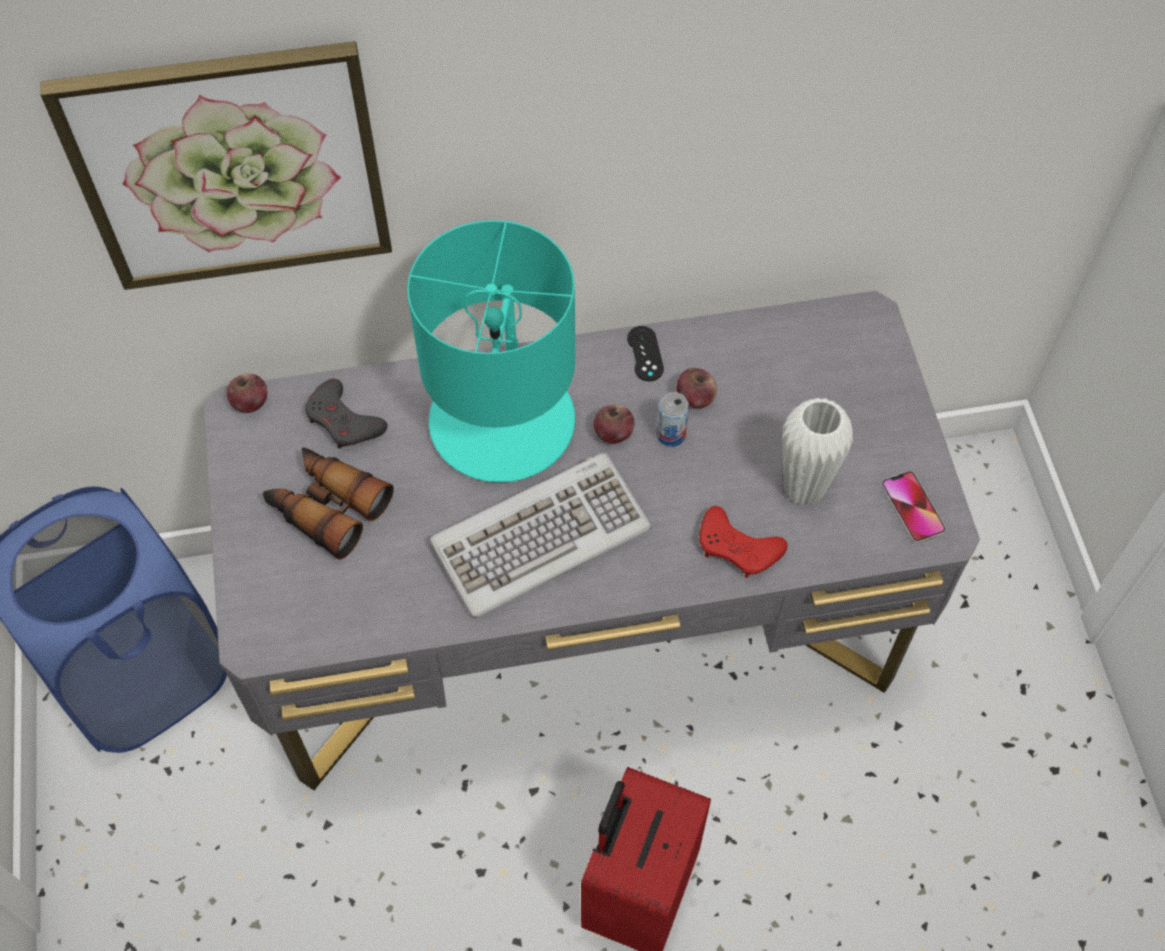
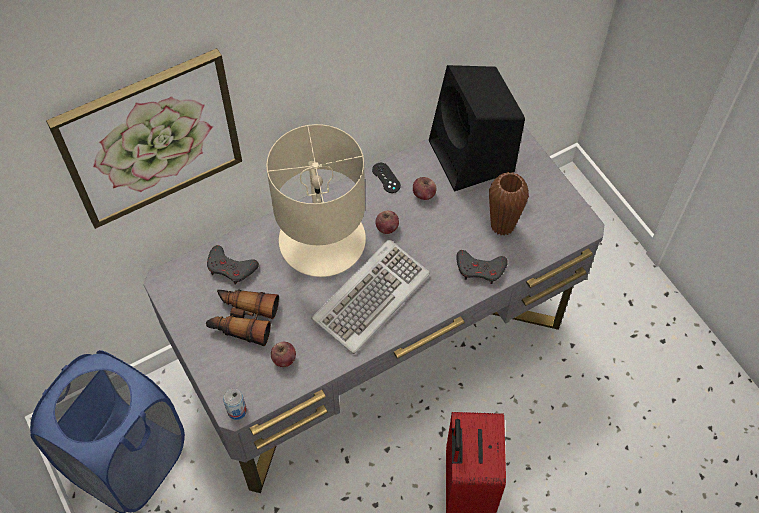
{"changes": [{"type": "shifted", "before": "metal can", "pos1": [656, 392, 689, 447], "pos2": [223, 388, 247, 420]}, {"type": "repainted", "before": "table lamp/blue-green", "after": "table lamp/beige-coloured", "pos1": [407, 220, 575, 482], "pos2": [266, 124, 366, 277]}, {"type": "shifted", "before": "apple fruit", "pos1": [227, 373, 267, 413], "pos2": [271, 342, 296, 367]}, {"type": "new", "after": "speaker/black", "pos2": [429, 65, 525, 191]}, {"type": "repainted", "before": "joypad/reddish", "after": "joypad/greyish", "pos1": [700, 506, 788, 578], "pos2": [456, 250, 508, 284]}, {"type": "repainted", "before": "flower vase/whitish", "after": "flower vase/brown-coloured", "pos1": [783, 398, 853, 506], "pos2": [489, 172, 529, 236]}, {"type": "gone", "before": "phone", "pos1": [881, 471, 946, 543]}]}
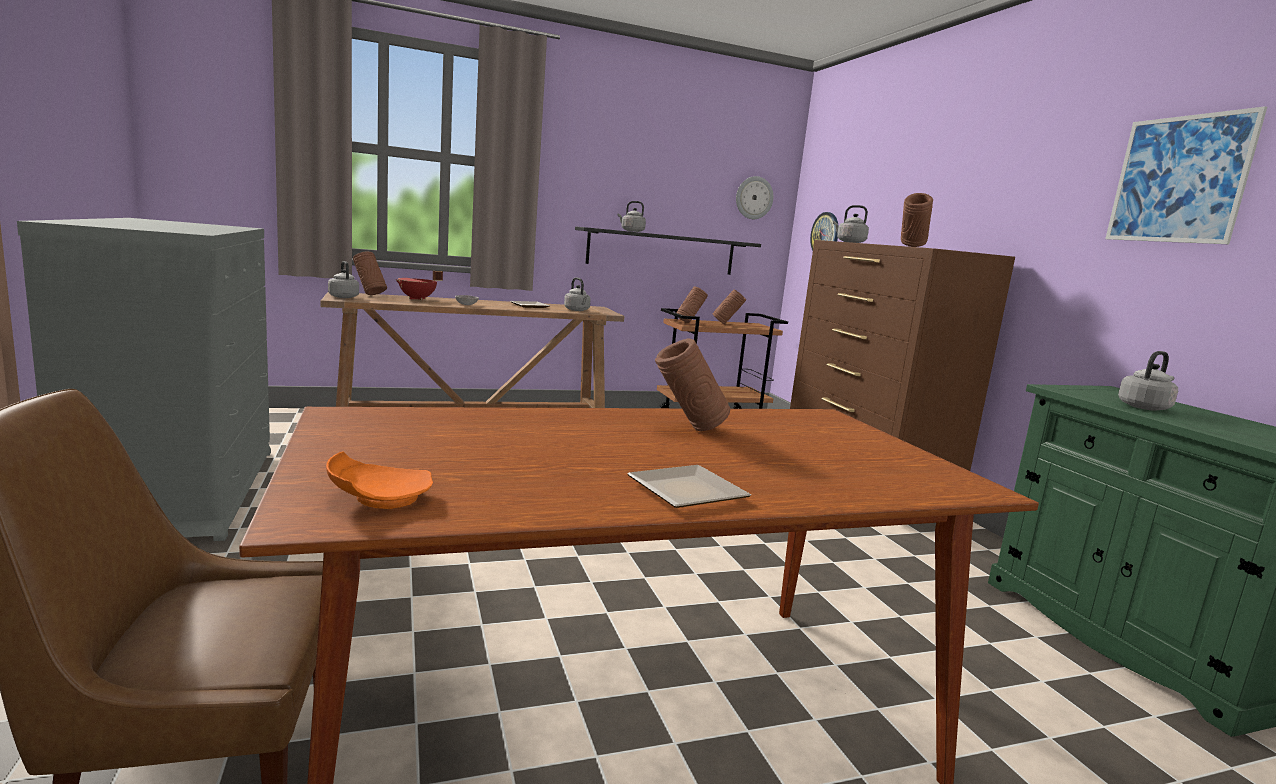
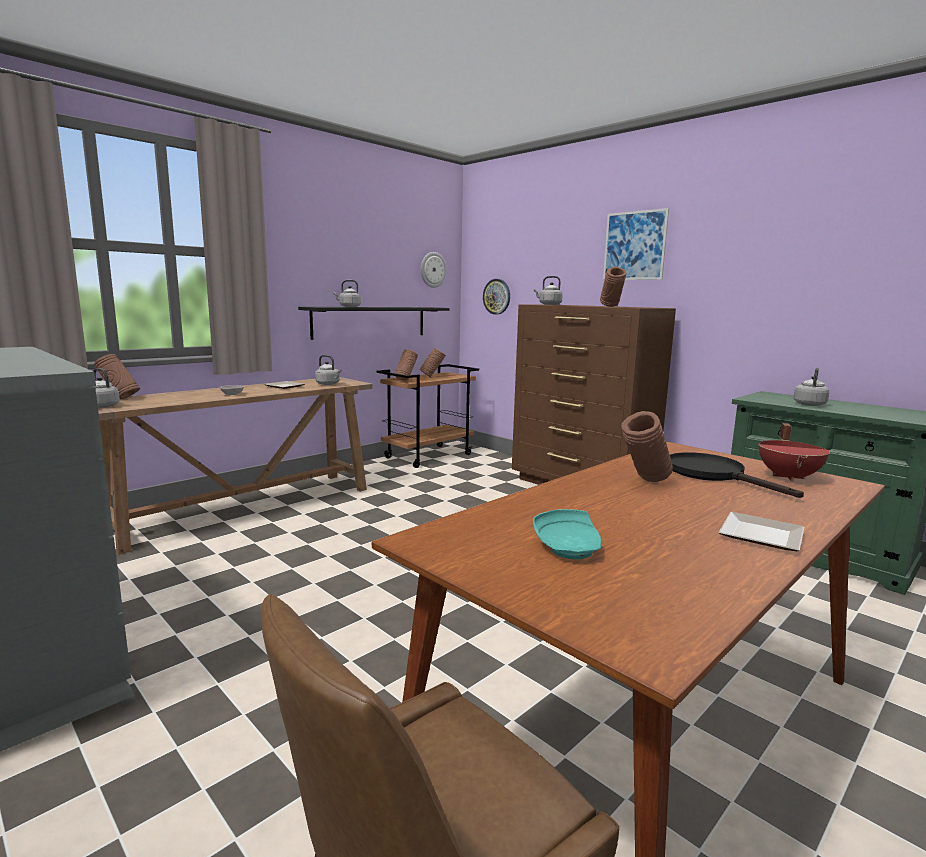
{"changes": [{"type": "new", "after": "dinner plate/blue-green", "pos2": [533, 509, 601, 559]}, {"type": "shifted", "before": "wall picture", "pos1": [1105, 106, 1267, 244], "pos2": [603, 208, 669, 280]}, {"type": "new", "after": "frying pan/black", "pos2": [670, 452, 804, 498]}, {"type": "shifted", "before": "stockpot/reddish", "pos1": [396, 271, 443, 300], "pos2": [759, 423, 830, 482]}, {"type": "gone", "before": "dinner plate/orange-coloured", "pos1": [326, 451, 433, 509]}]}
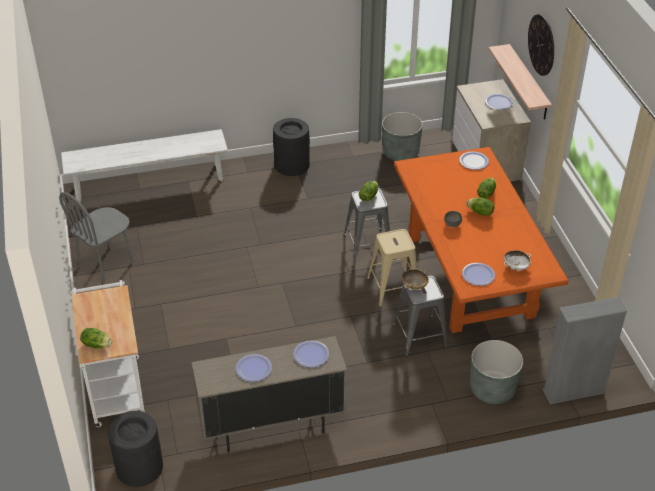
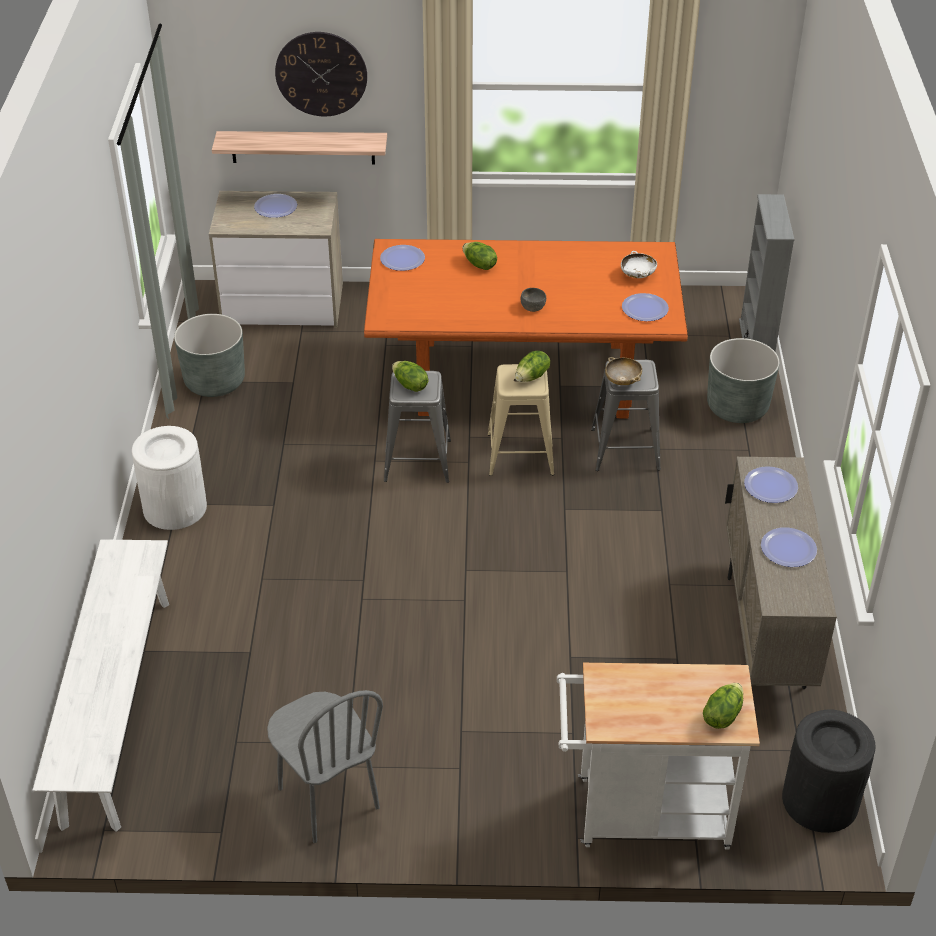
{"changes": [{"type": "repainted", "before": "waste bin/black", "after": "waste bin/whitish", "pos1": [273, 118, 310, 176], "pos2": [132, 426, 207, 530]}, {"type": "shifted", "before": "lettuce", "pos1": [467, 198, 494, 216], "pos2": [515, 351, 550, 382]}]}
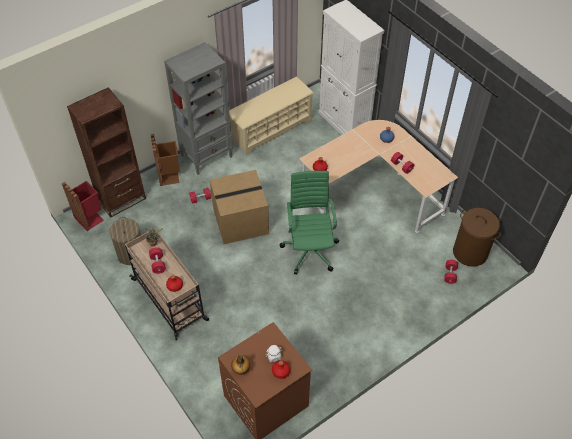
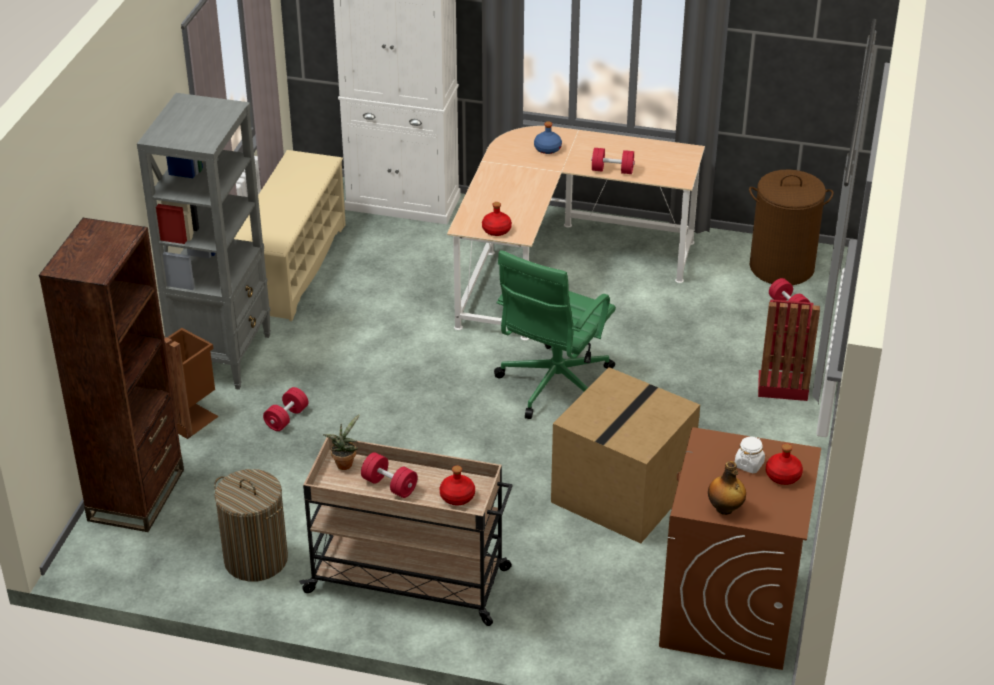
{"changes": [{"type": "rotated", "before": "computer chair/green-coloured", "pos1": [280, 171, 339, 274], "pos2": [494, 250, 616, 419], "turn": -105}, {"type": "shifted", "before": "cardboard box", "pos1": [210, 170, 269, 244], "pos2": [551, 367, 700, 543]}, {"type": "shifted", "before": "waste bin/reddish", "pos1": [62, 181, 104, 231], "pos2": [758, 299, 820, 401]}]}
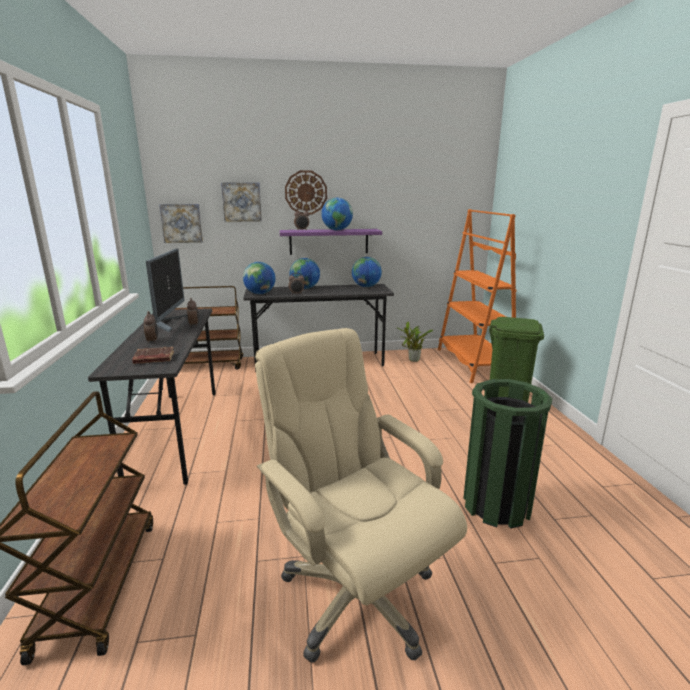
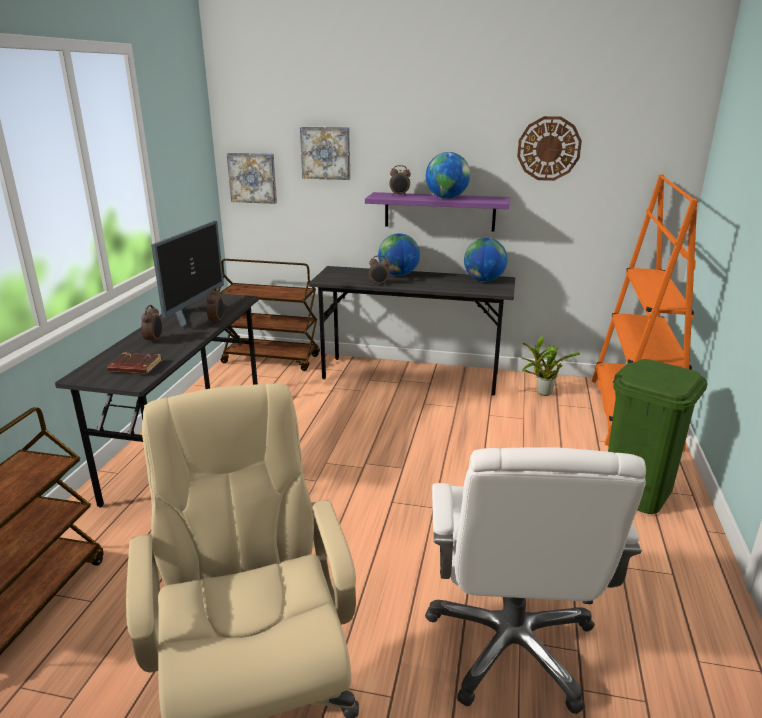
{"changes": [{"type": "swapped", "before": "waste bin/green-coloured", "after": "computer chair/whitish", "pos1": [463, 379, 553, 529], "pos2": [425, 447, 646, 714]}, {"type": "shifted", "before": "hanging clock", "pos1": [285, 170, 327, 215], "pos2": [517, 116, 582, 181]}, {"type": "gone", "before": "globe", "pos1": [243, 262, 275, 294]}]}
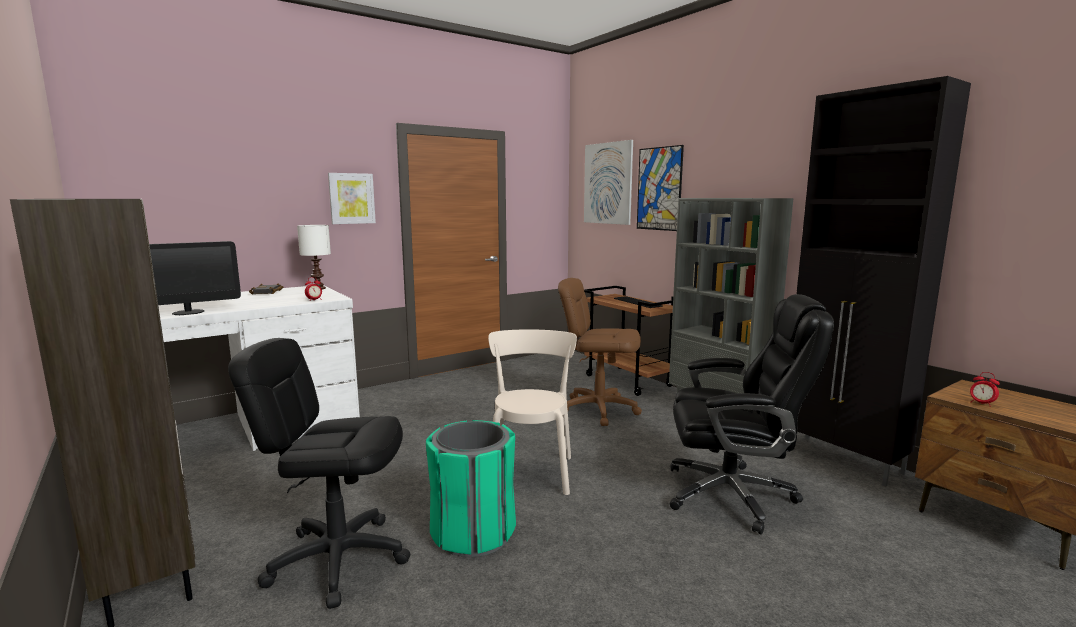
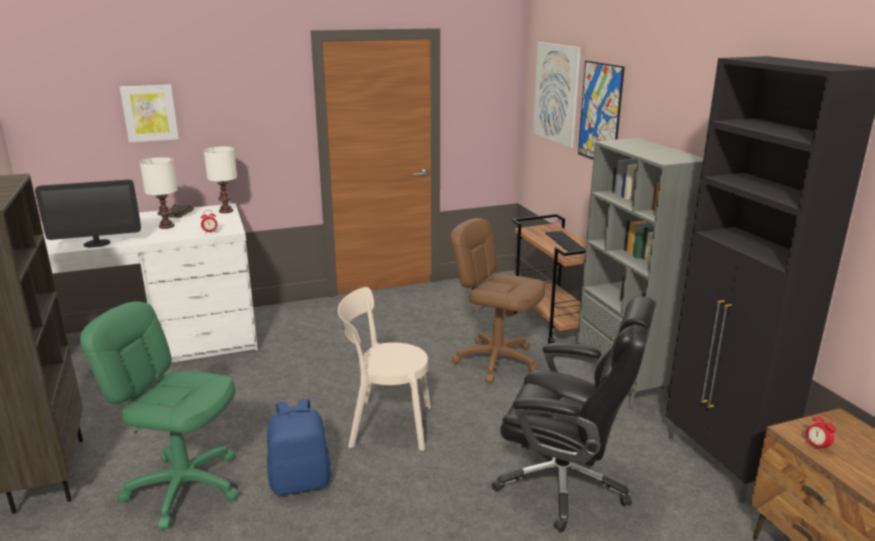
{"changes": [{"type": "repainted", "before": "computer chair/black", "after": "computer chair/green-coloured", "pos1": [228, 338, 410, 609], "pos2": [80, 301, 239, 529]}, {"type": "shifted", "before": "wall picture", "pos1": [328, 173, 376, 224], "pos2": [120, 84, 179, 142]}, {"type": "new", "after": "table lamp/whitish", "pos2": [140, 157, 178, 229]}, {"type": "swapped", "before": "waste bin/green-coloured", "after": "backpack/blue", "pos1": [426, 420, 516, 557], "pos2": [267, 399, 332, 496]}, {"type": "rotated", "before": "plain chair/beige-coloured", "pos1": [488, 329, 577, 495], "pos2": [338, 287, 431, 451], "turn": -105}]}
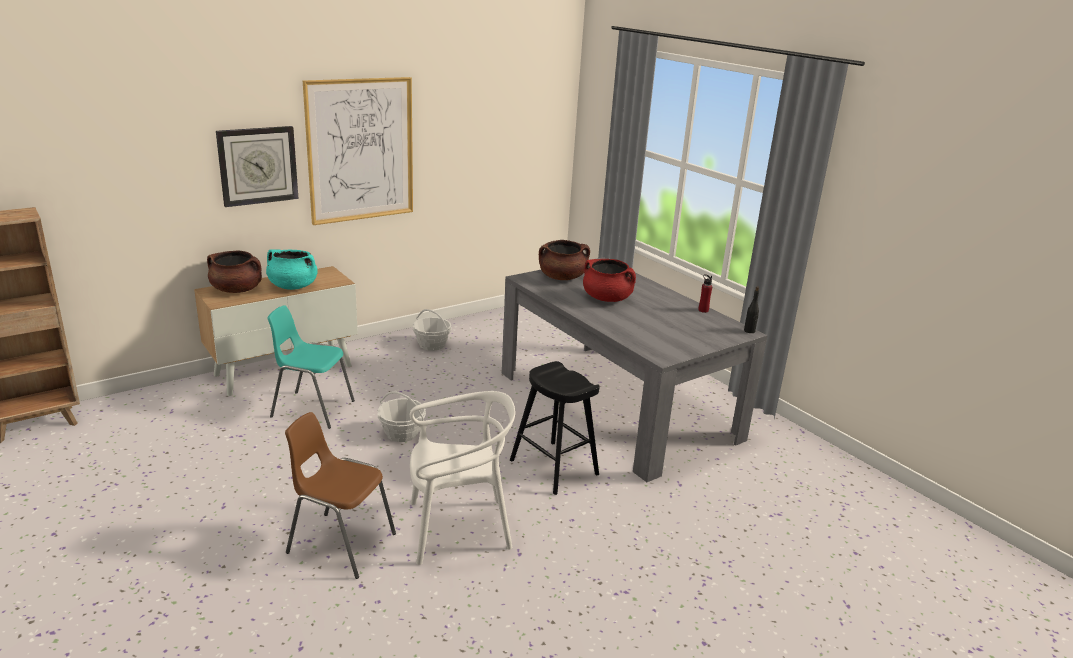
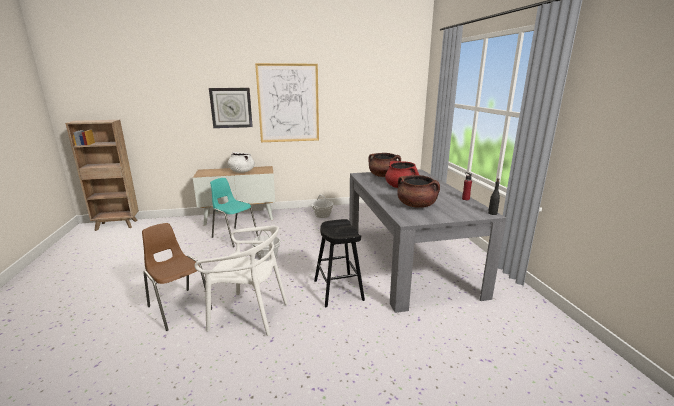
{"changes": [{"type": "repainted", "before": "stockpot/blue-green", "after": "stockpot/whitish", "pos1": [266, 249, 318, 290], "pos2": [228, 152, 255, 173]}, {"type": "shifted", "before": "stockpot/brown-coloured", "pos1": [207, 251, 262, 293], "pos2": [397, 175, 440, 208]}]}
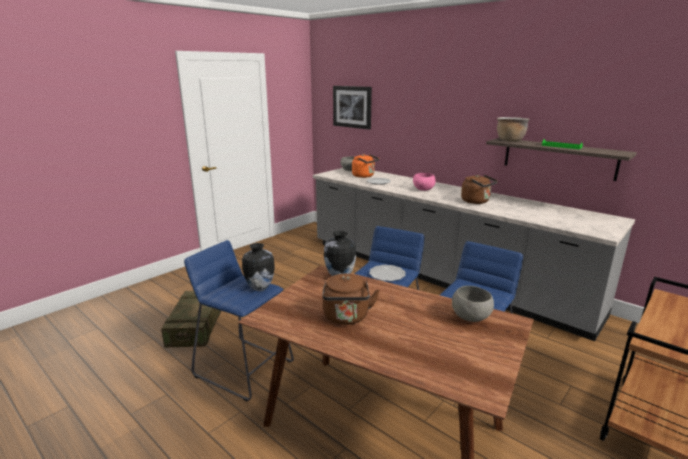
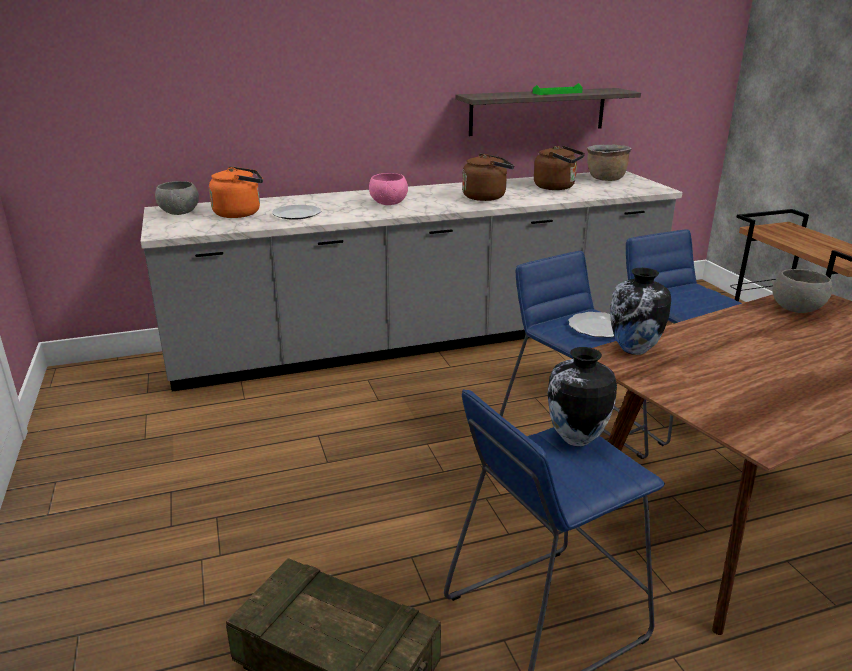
{"changes": [{"type": "shifted", "before": "kettle/brown-coloured", "pos1": [322, 274, 380, 325], "pos2": [534, 146, 585, 190]}, {"type": "shifted", "before": "stockpot/brown-coloured", "pos1": [497, 117, 529, 142], "pos2": [587, 144, 632, 181]}, {"type": "gone", "before": "wall picture", "pos1": [333, 86, 372, 130]}]}
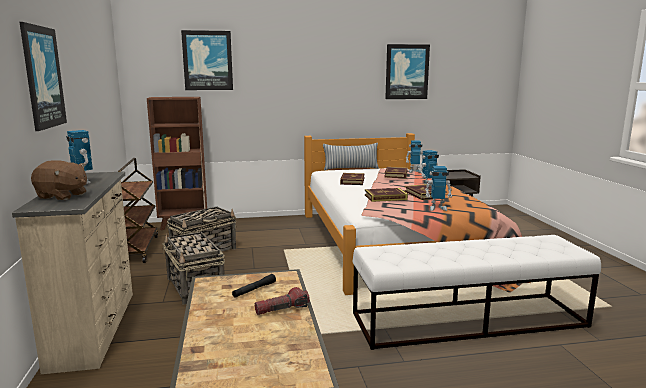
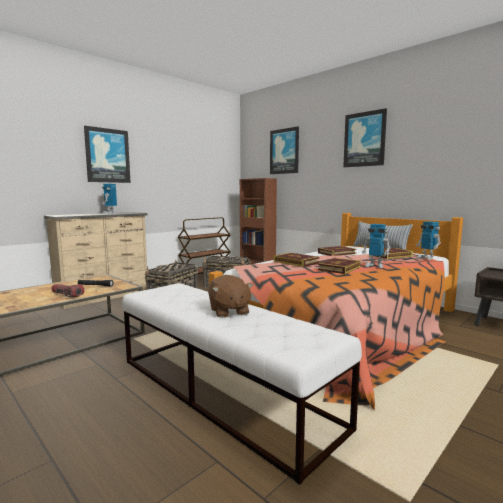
{"changes": [{"type": "shifted", "before": "soft toy/brown-coloured", "pos1": [31, 161, 87, 200], "pos2": [208, 275, 253, 318]}, {"type": "shifted", "before": "wall picture", "pos1": [385, 44, 430, 99], "pos2": [343, 108, 387, 167]}, {"type": "gone", "before": "model robot", "pos1": [425, 166, 452, 211]}]}
